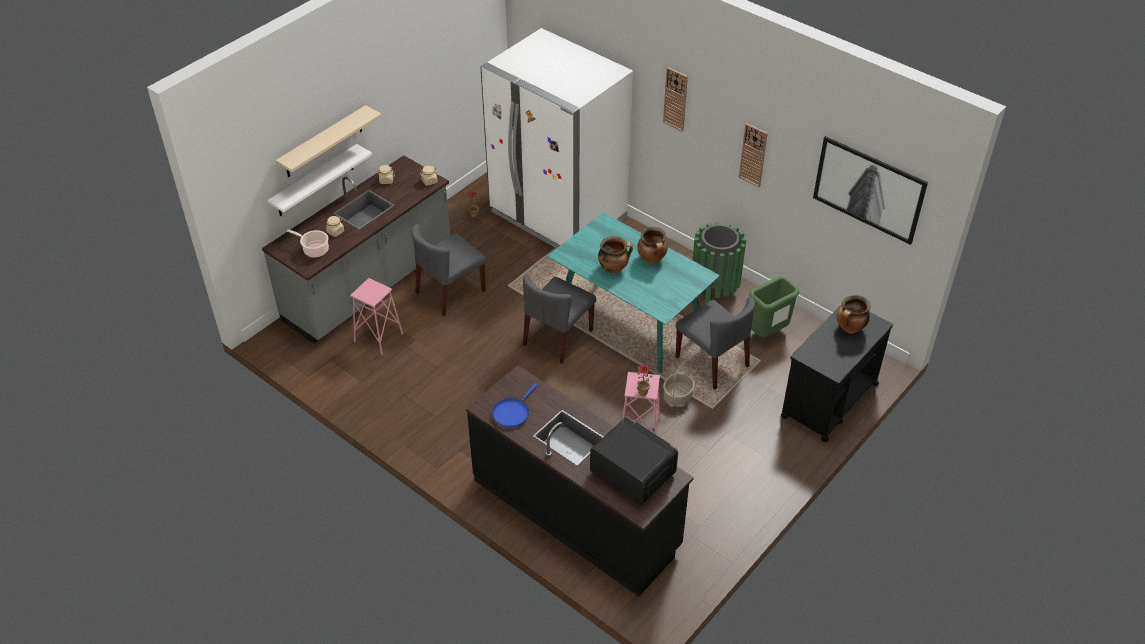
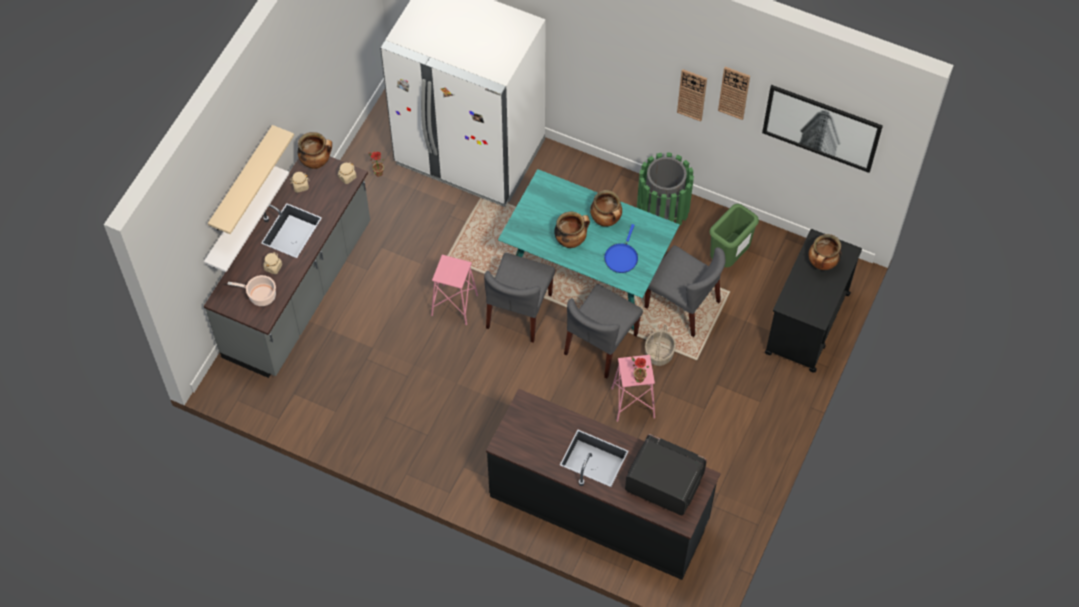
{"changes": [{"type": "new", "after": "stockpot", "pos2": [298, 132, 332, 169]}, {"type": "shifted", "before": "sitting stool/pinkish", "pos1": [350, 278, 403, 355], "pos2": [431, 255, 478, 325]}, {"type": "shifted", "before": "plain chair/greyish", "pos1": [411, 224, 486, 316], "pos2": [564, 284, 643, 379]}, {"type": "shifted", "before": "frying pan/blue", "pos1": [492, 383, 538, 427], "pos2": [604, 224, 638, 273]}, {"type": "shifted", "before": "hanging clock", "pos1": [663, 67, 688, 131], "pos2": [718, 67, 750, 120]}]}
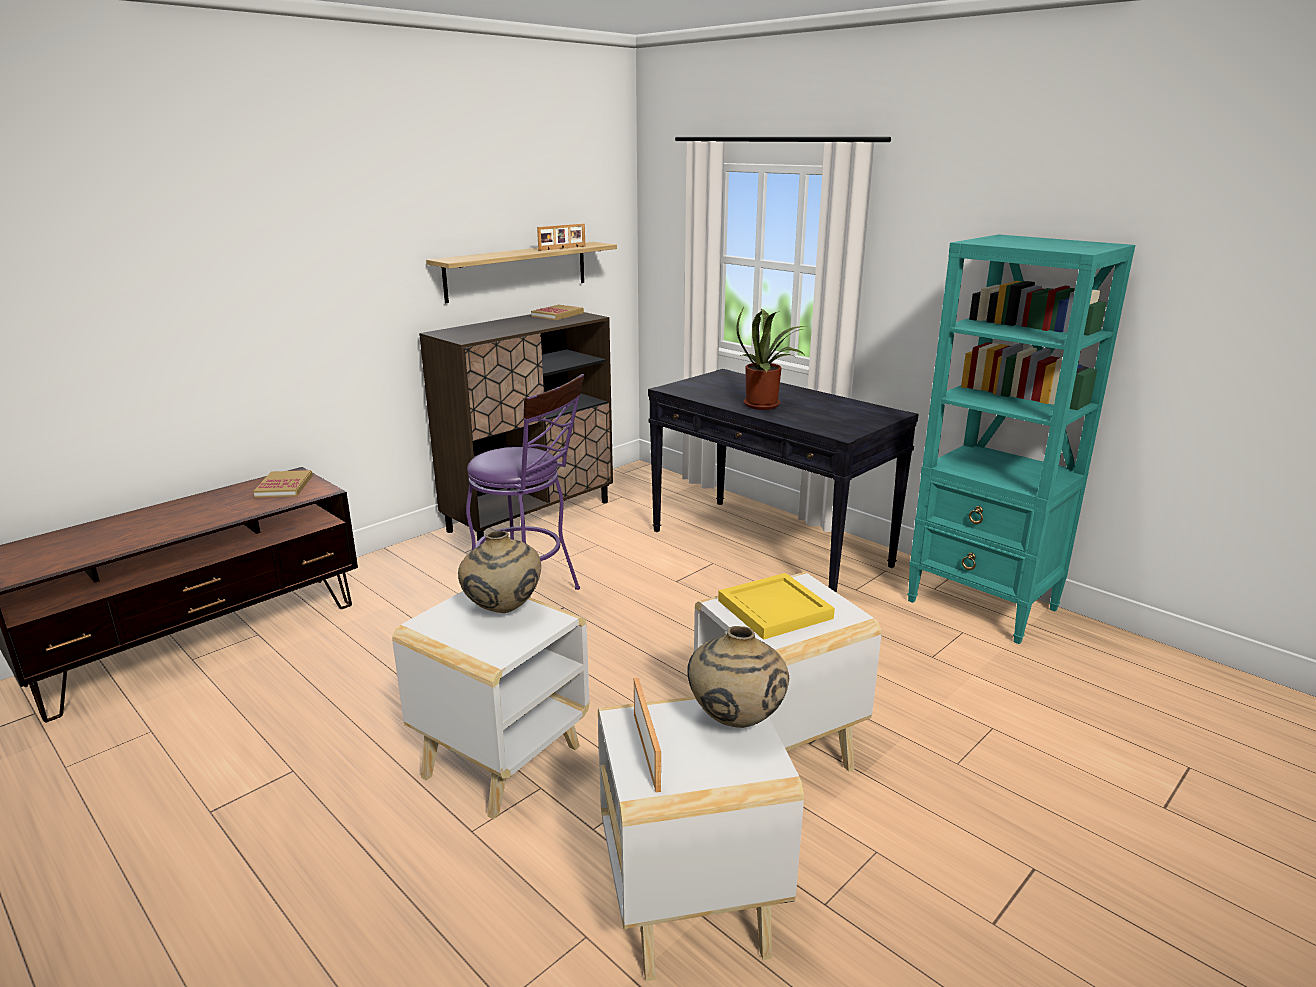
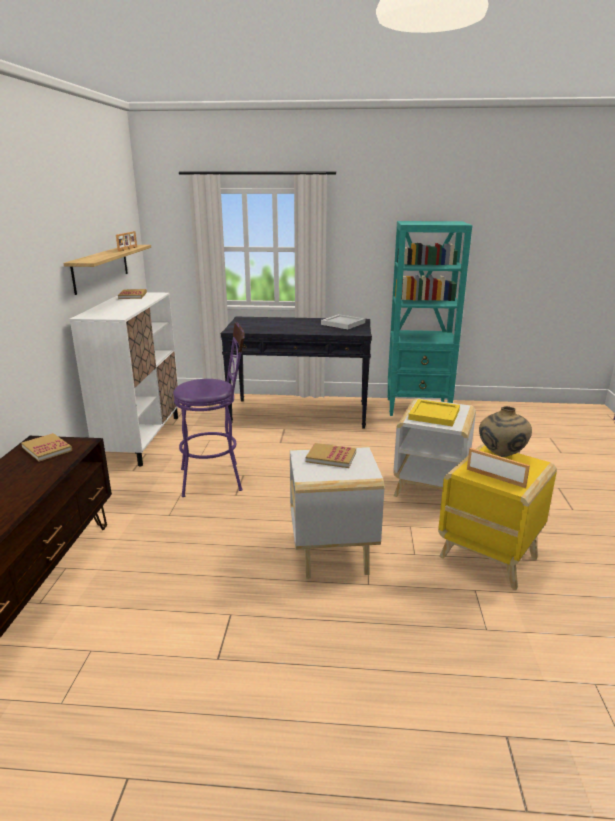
{"changes": [{"type": "repainted", "before": "storage cabinet/brown-coloured", "after": "storage cabinet/whitish", "pos1": [419, 312, 613, 543], "pos2": [70, 292, 180, 466]}, {"type": "swapped", "before": "flower vase/beige-coloured", "after": "book", "pos1": [458, 531, 541, 613], "pos2": [306, 443, 356, 468]}, {"type": "new", "after": "carrying tray/whitish", "pos2": [321, 314, 365, 329]}, {"type": "repainted", "before": "side table/whitish", "after": "side table/yellow-coloured", "pos1": [598, 696, 804, 981], "pos2": [438, 444, 557, 590]}, {"type": "gone", "before": "houseplant", "pos1": [736, 306, 806, 410]}]}
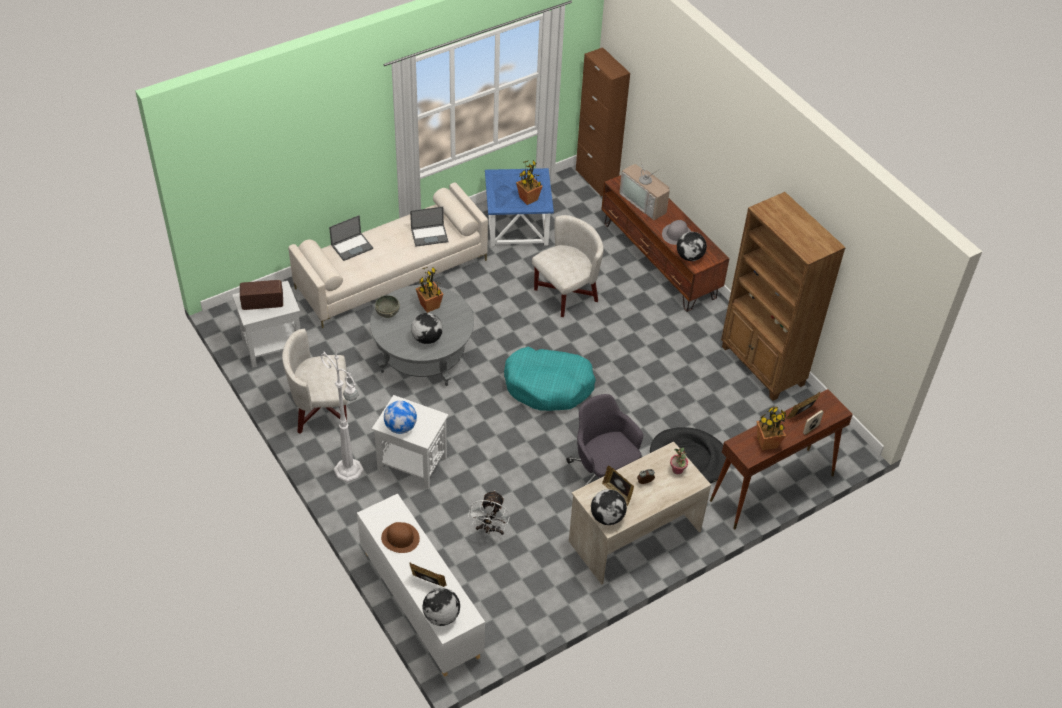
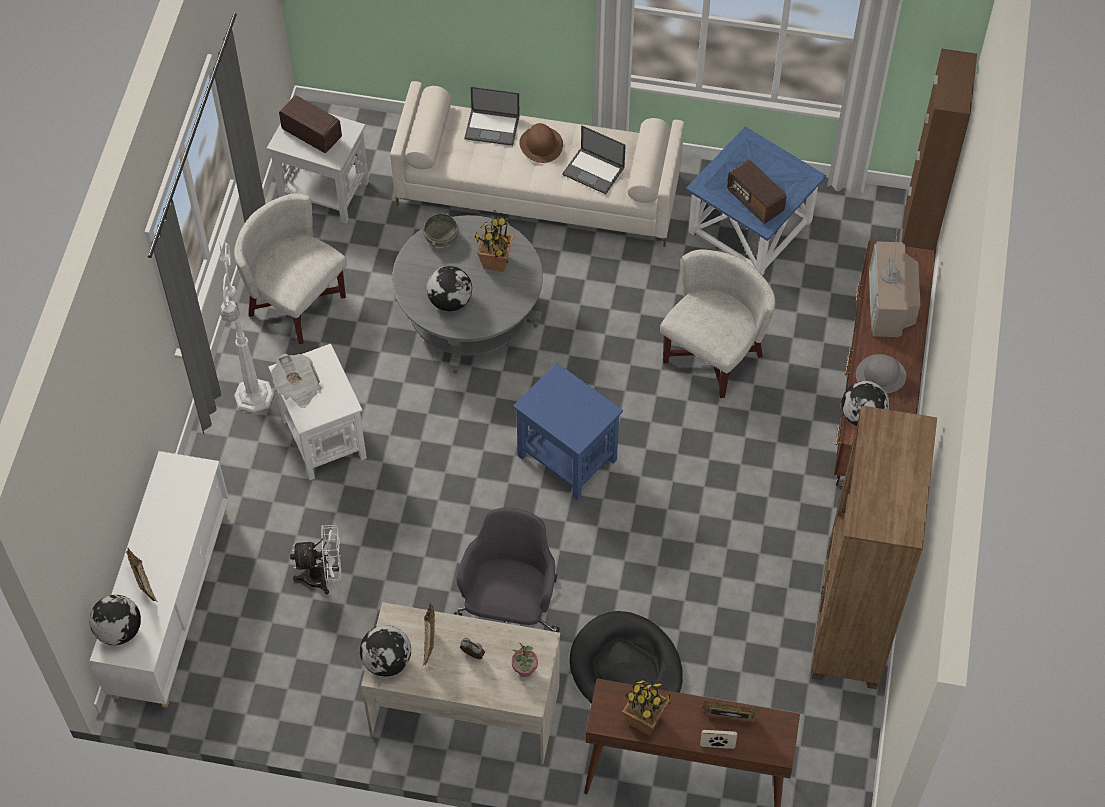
{"changes": [{"type": "swapped", "before": "globe", "after": "daily paper", "pos1": [384, 401, 417, 434], "pos2": [271, 354, 322, 408]}, {"type": "rotated", "before": "electric fan/whitish", "pos1": [468, 490, 510, 535], "pos2": [290, 525, 342, 594], "turn": -150}, {"type": "swapped", "before": "dog bed/blue-green", "after": "side table/blue", "pos1": [504, 347, 596, 411], "pos2": [513, 363, 623, 501]}, {"type": "shifted", "before": "hat/brown-coloured", "pos1": [381, 522, 420, 553], "pos2": [519, 123, 563, 163]}, {"type": "rotated", "before": "easy chair/whitish", "pos1": [532, 215, 604, 317], "pos2": [660, 249, 775, 398], "turn": -60}, {"type": "swapped", "before": "houseplant", "after": "radio receiver", "pos1": [516, 160, 543, 205], "pos2": [727, 160, 786, 224]}]}
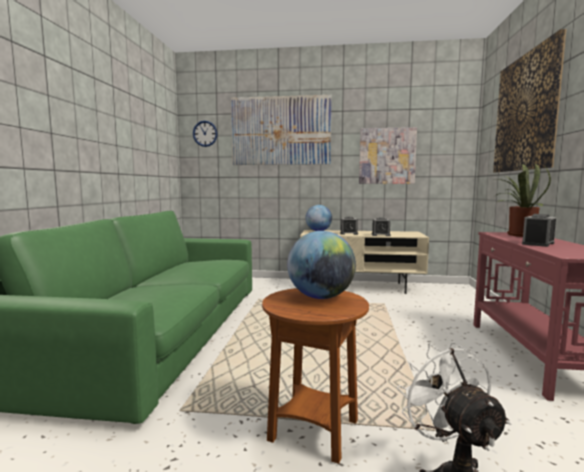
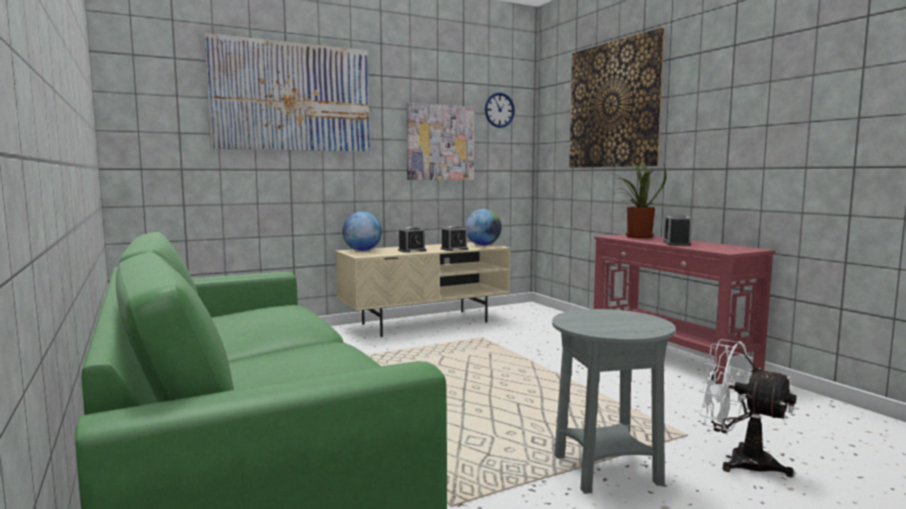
{"changes": [{"type": "shifted", "before": "globe", "pos1": [287, 231, 356, 299], "pos2": [465, 209, 502, 246]}, {"type": "shifted", "before": "hanging clock", "pos1": [193, 121, 218, 147], "pos2": [485, 92, 515, 128]}, {"type": "repainted", "before": "side table/brown-coloured", "after": "side table/greyish", "pos1": [262, 288, 369, 464], "pos2": [552, 309, 676, 494]}]}
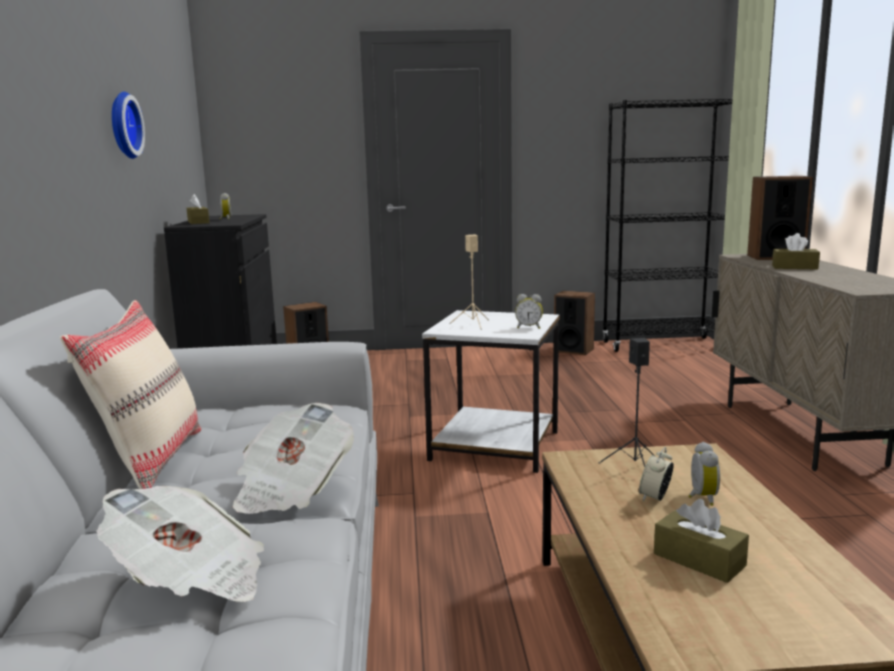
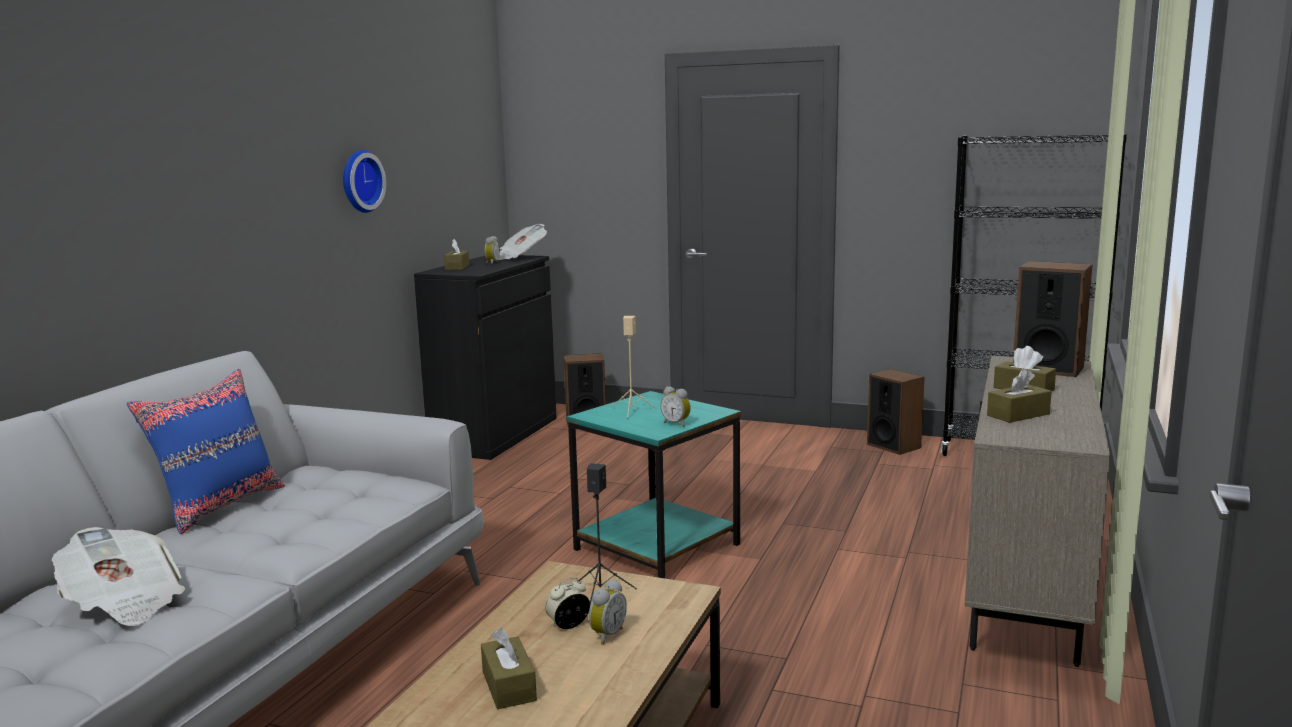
{"changes": [{"type": "repainted", "before": "cushion/beige-coloured", "after": "cushion/blue", "pos1": [60, 300, 201, 489], "pos2": [127, 369, 285, 534]}, {"type": "shifted", "before": "daily paper", "pos1": [232, 403, 354, 514], "pos2": [498, 224, 547, 260]}, {"type": "repainted", "before": "side table/whitish", "after": "side table/blue-green", "pos1": [422, 310, 559, 473], "pos2": [567, 391, 741, 578]}, {"type": "new", "after": "box of tissues/brown-coloured", "pos2": [987, 369, 1052, 423]}]}
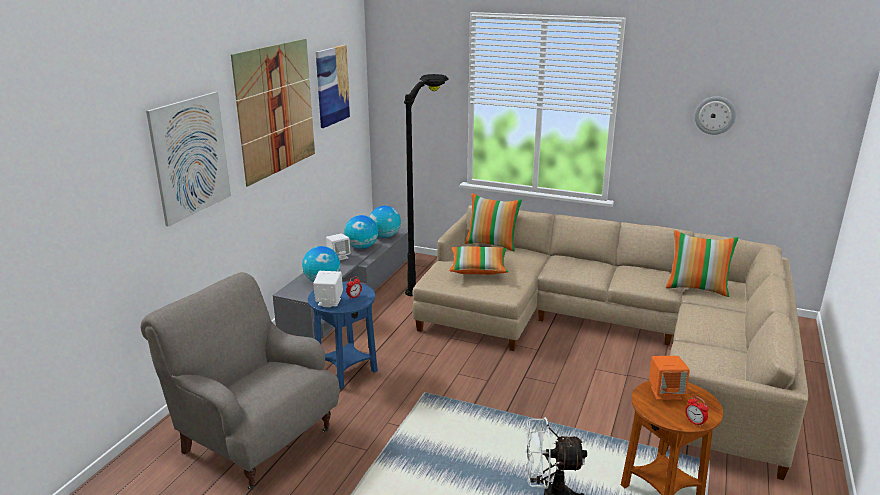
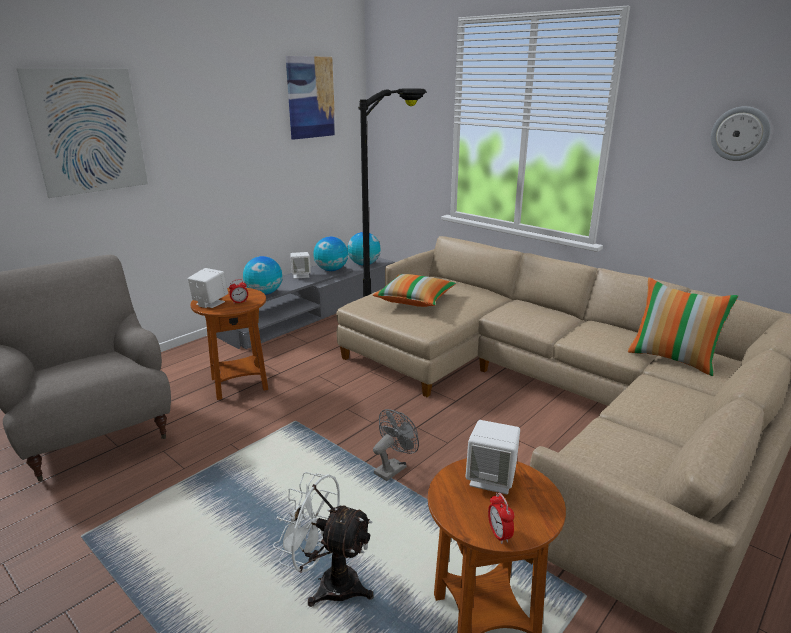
{"changes": [{"type": "repainted", "before": "side table/blue", "after": "side table/brown-coloured", "pos1": [308, 282, 378, 389], "pos2": [191, 288, 268, 400]}, {"type": "new", "after": "electric fan/greyish", "pos2": [373, 409, 419, 481]}, {"type": "repainted", "before": "speaker/orange-coloured", "after": "speaker/whitish", "pos1": [649, 356, 690, 400], "pos2": [465, 420, 520, 494]}, {"type": "gone", "before": "wall picture", "pos1": [231, 39, 315, 187]}, {"type": "gone", "before": "cushion", "pos1": [465, 193, 522, 251]}]}
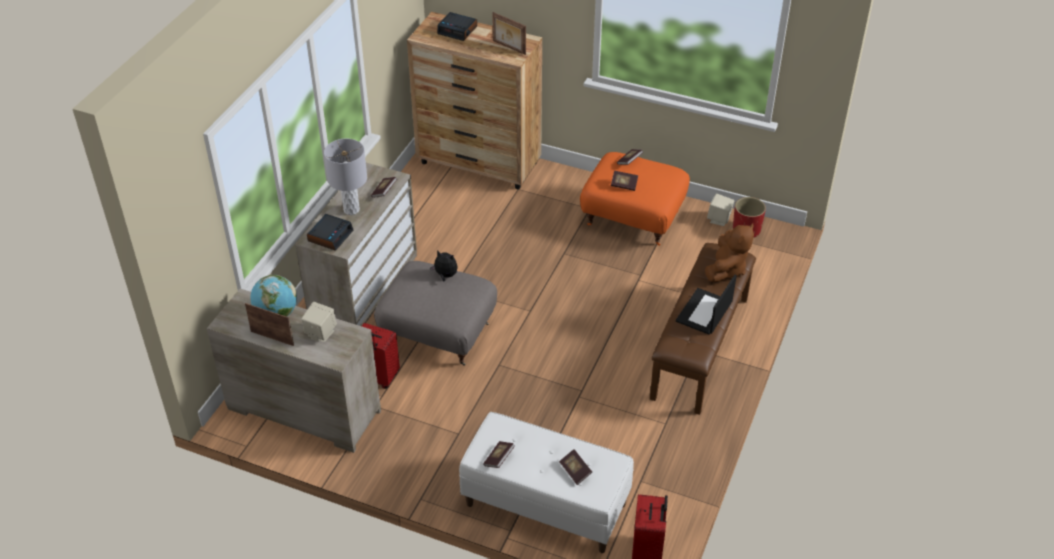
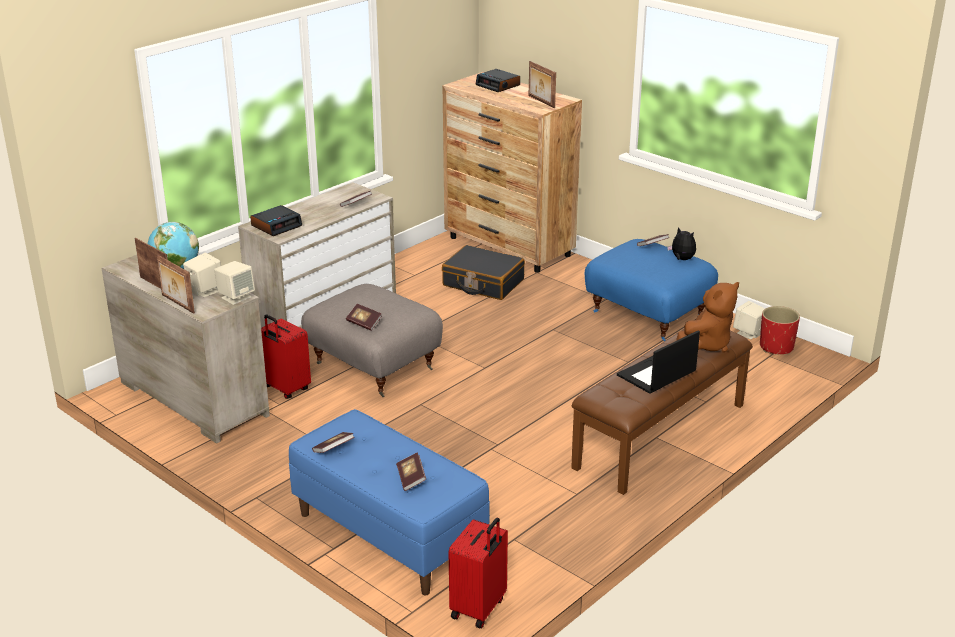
{"changes": [{"type": "new", "after": "photo frame", "pos2": [157, 254, 195, 314]}, {"type": "new", "after": "speaker/beige-coloured", "pos2": [214, 261, 255, 305]}, {"type": "repainted", "before": "bench/whitish", "after": "bench/blue", "pos1": [459, 412, 634, 553], "pos2": [289, 409, 490, 595]}, {"type": "shifted", "before": "book", "pos1": [611, 171, 638, 191], "pos2": [346, 304, 382, 331]}, {"type": "new", "after": "travel case/black", "pos2": [442, 245, 525, 300]}, {"type": "repainted", "before": "ottoman/orange-coloured", "after": "ottoman/blue", "pos1": [580, 152, 690, 246], "pos2": [585, 239, 718, 341]}, {"type": "shifted", "before": "soft toy", "pos1": [430, 250, 458, 281], "pos2": [667, 227, 696, 260]}, {"type": "gone", "before": "table lamp/greyish", "pos1": [324, 139, 367, 215]}]}
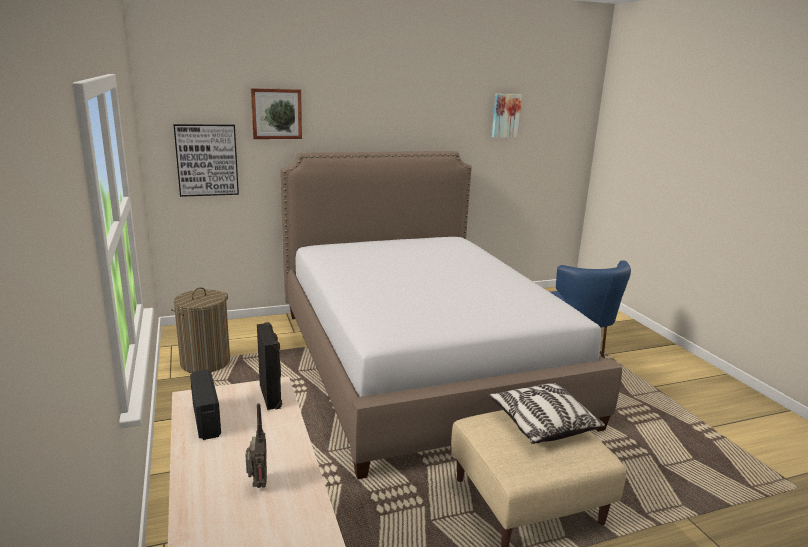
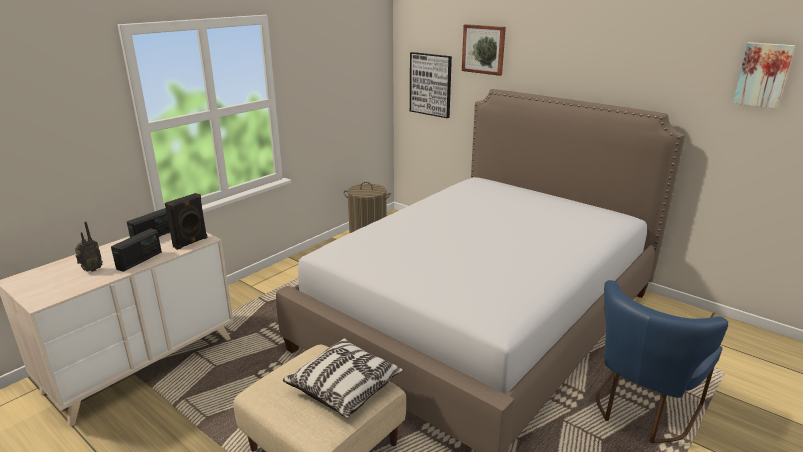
{"changes": [{"type": "new", "after": "radio receiver", "pos2": [111, 228, 162, 272]}]}
